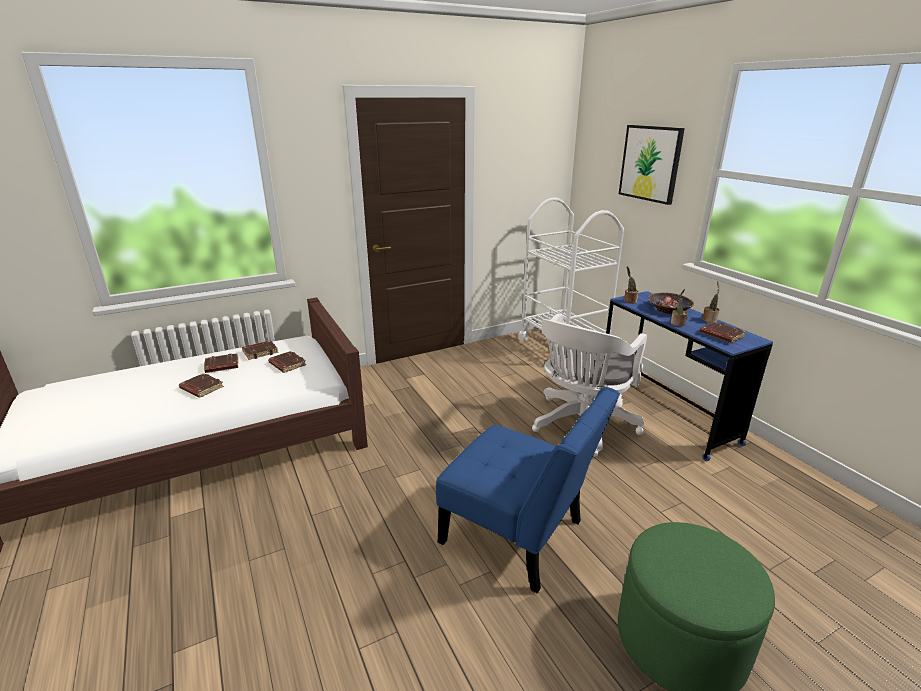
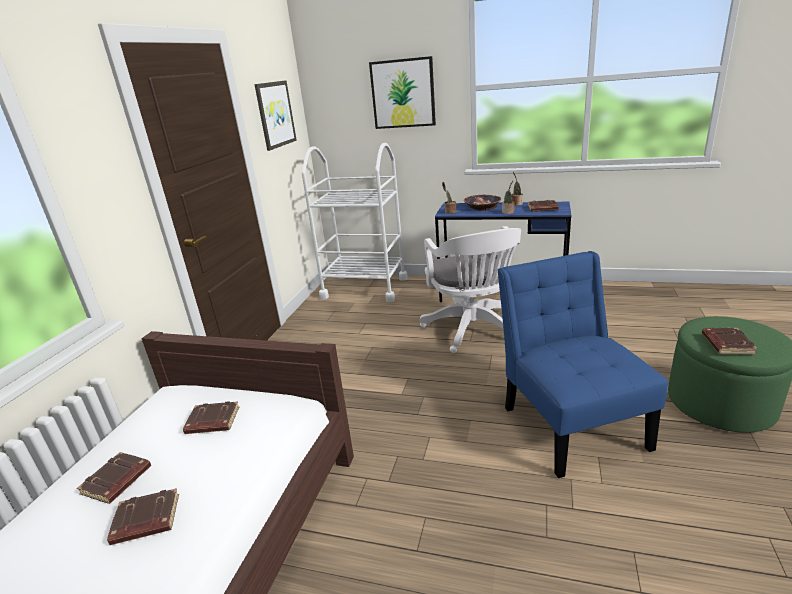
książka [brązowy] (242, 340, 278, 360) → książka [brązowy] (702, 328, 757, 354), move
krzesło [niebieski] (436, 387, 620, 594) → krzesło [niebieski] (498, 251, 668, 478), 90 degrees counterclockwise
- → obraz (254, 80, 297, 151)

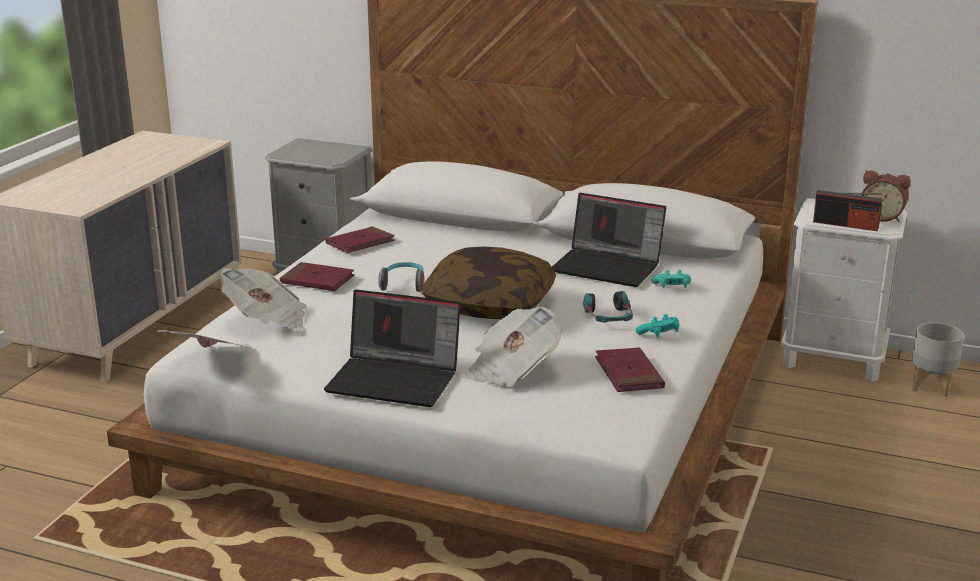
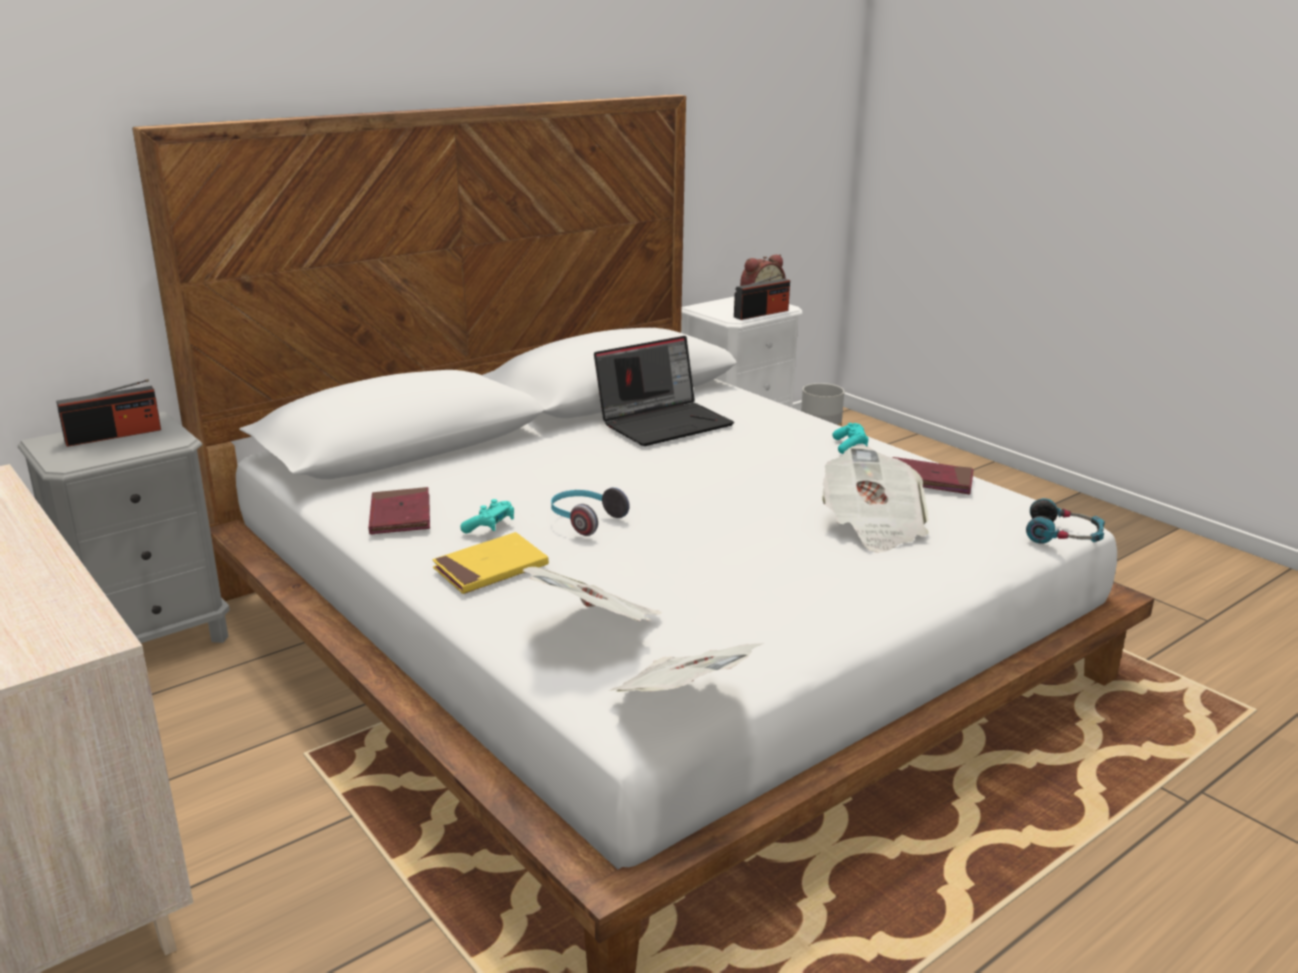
książka [czerwony] (280, 262, 355, 291) → książka [żółty] (432, 532, 549, 594)
laptop (324, 289, 461, 407) → -
poduszka (422, 246, 556, 319) → -
słuchawki (583, 291, 633, 323) → słuchawki (1026, 498, 1105, 544), move
pad do gier [turkusowy] (651, 270, 691, 288) → pad do gier [turkusowy] (460, 499, 514, 533), move
- → radio (56, 379, 161, 447)

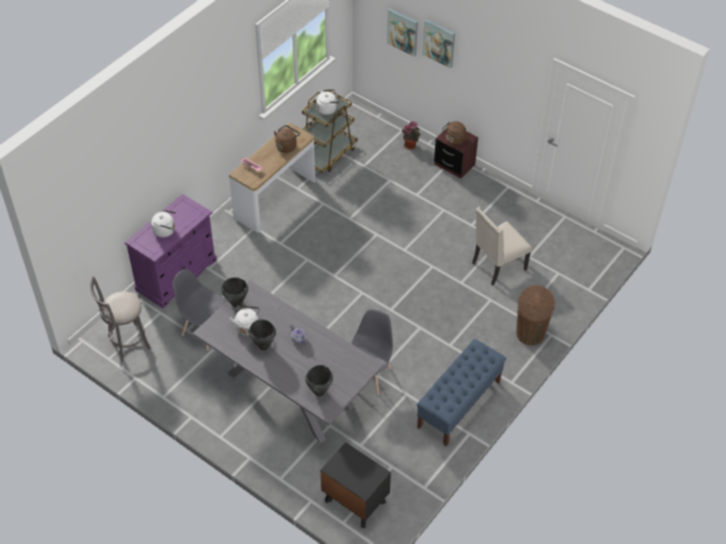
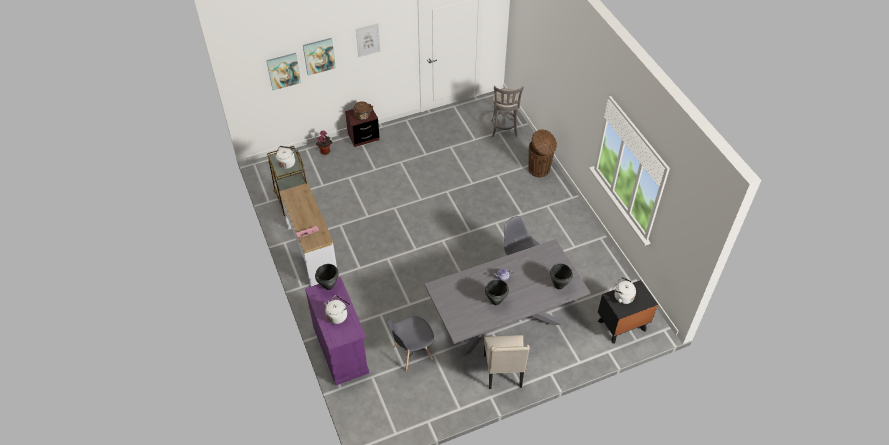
stołek [szary] (90, 276, 151, 361) → stołek [szary] (491, 86, 524, 137), move
garnek [czarny] (221, 277, 248, 307) → garnek [czarny] (315, 264, 339, 290), move
czajnik [biały] (229, 305, 259, 335) → czajnik [biały] (613, 277, 636, 304), move
czajnik [brązowy] (274, 125, 300, 153) → -
ławka [niebieski] (417, 339, 506, 446) → -
krzesło [beżowy] (472, 207, 532, 286) → krzesło [beżowy] (484, 335, 530, 389), move
- → obraz (356, 24, 381, 57)

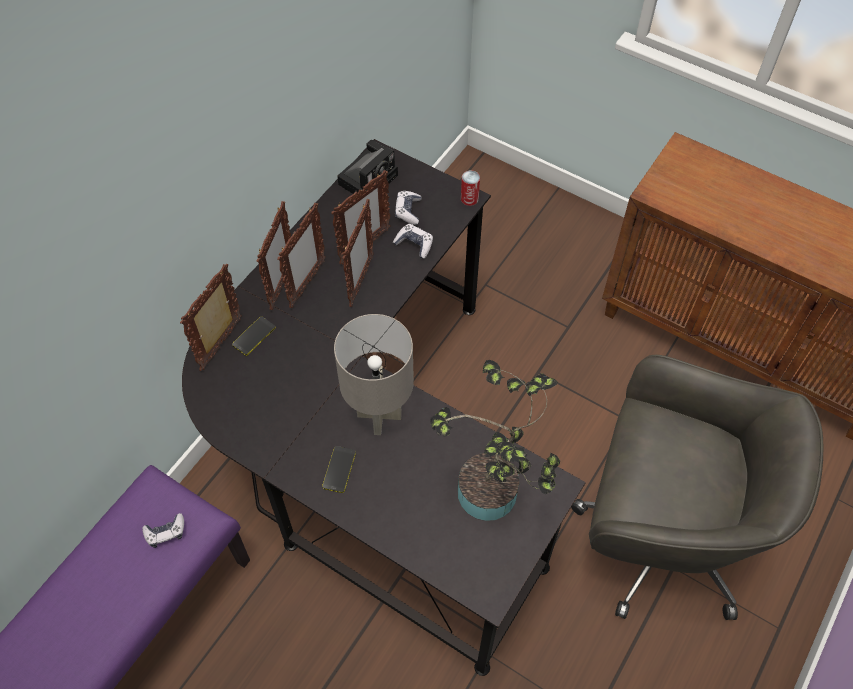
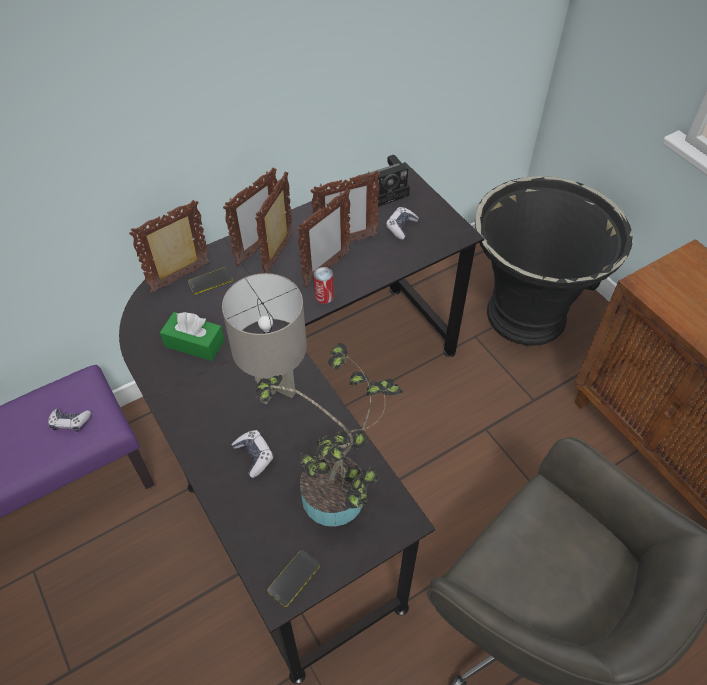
ramka na zdjęcie (277, 203, 326, 308) → ramka na zdjęcie (255, 172, 293, 273), 150 degrees clockwise
telefon (322, 446, 356, 493) → telefon (267, 550, 320, 607), move
pad do gier (393, 224, 433, 258) → pad do gier (231, 430, 274, 478), move
puszka (461, 170, 480, 206) → puszka (313, 267, 334, 304), move
- → pudełko chusteczek [zielony] (160, 312, 224, 361)
- → donica [czarny] (475, 176, 633, 346)

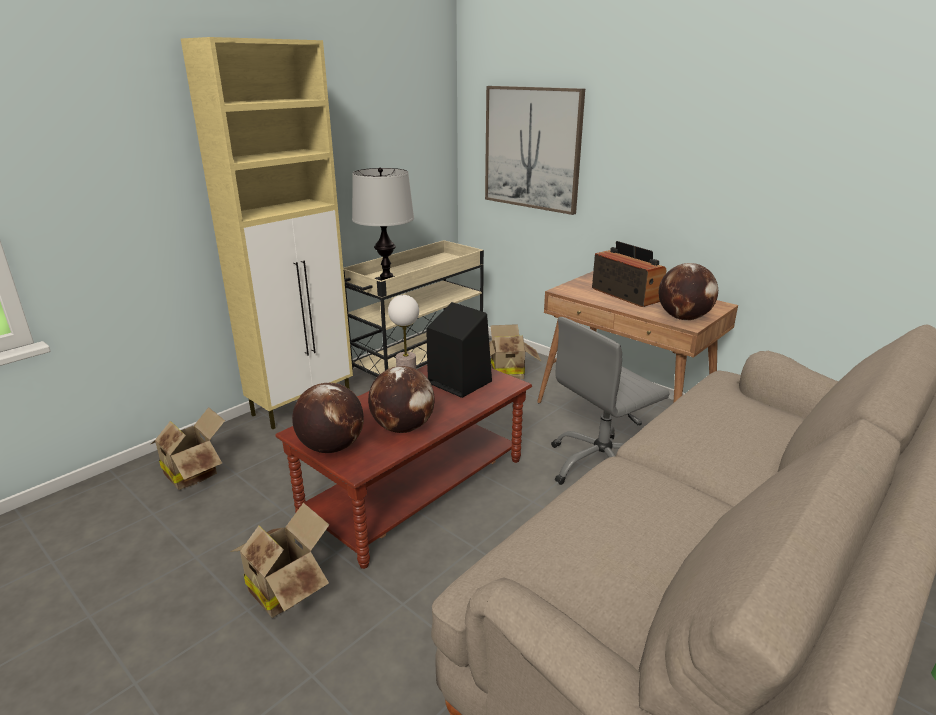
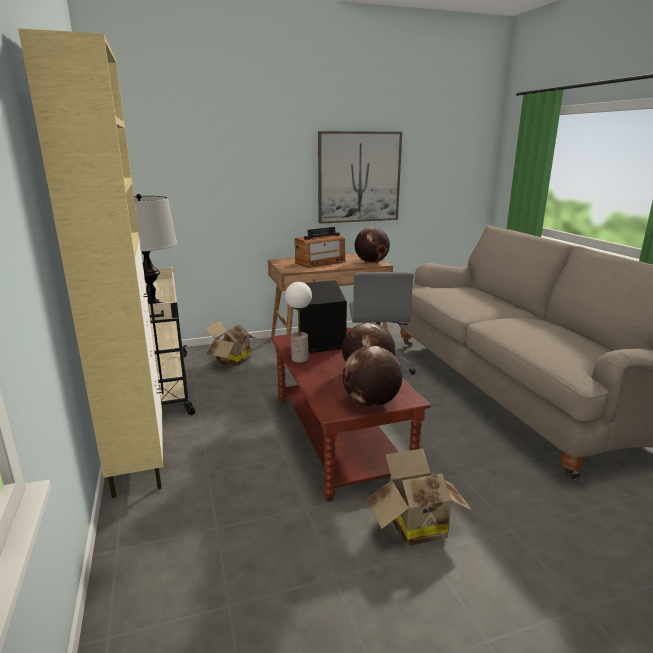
karton (151, 407, 225, 490) → -
obraz (485, 86, 585, 215) → obraz (318, 131, 402, 224), move
radio (592, 241, 666, 307) → radio (295, 227, 345, 268), 150 degrees clockwise

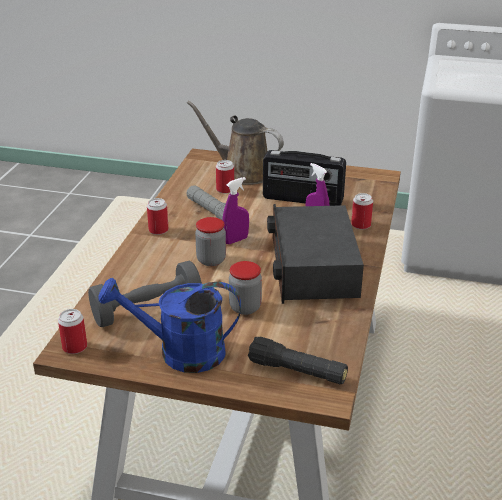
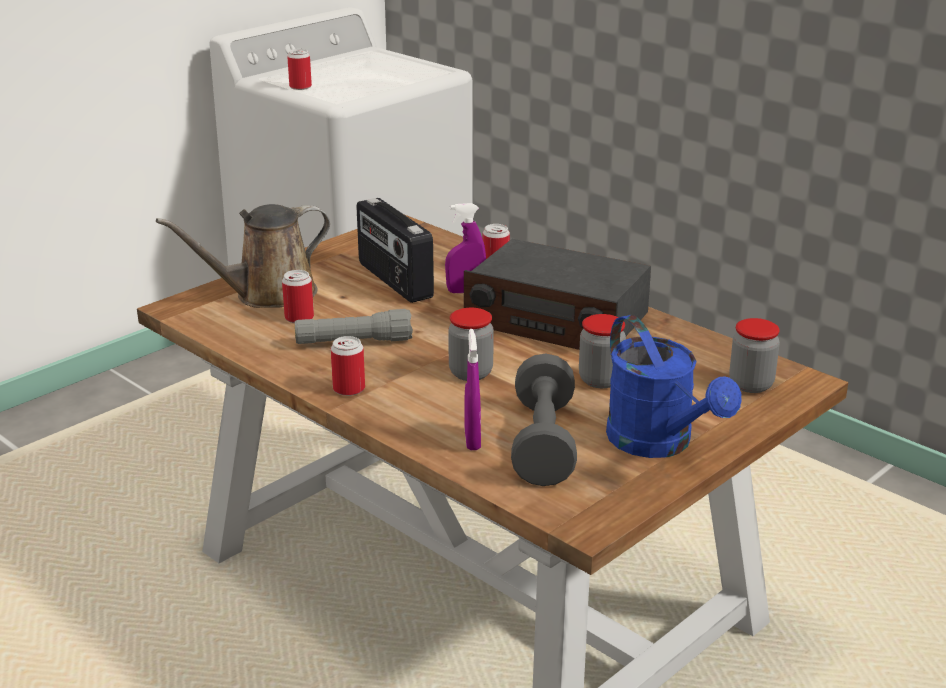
puszka (58, 309, 87, 354) → puszka (287, 49, 312, 90), move
konewka [niebieski] (98, 278, 241, 373) → konewka [niebieski] (606, 315, 741, 458), 60 degrees counterclockwise
spryskiwacz [fioletowy] (222, 177, 249, 244) → spryskiwacz [fioletowy] (464, 329, 481, 450), move
latarka [czarny] (248, 337, 348, 384) → słoik (729, 318, 780, 393)
radio (263, 150, 346, 206) → radio (356, 198, 434, 303), 105 degrees clockwise

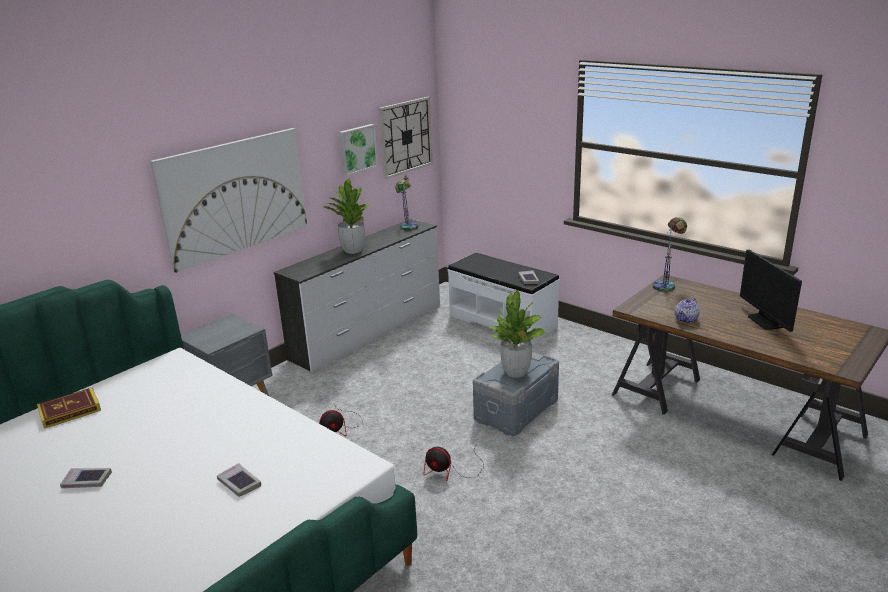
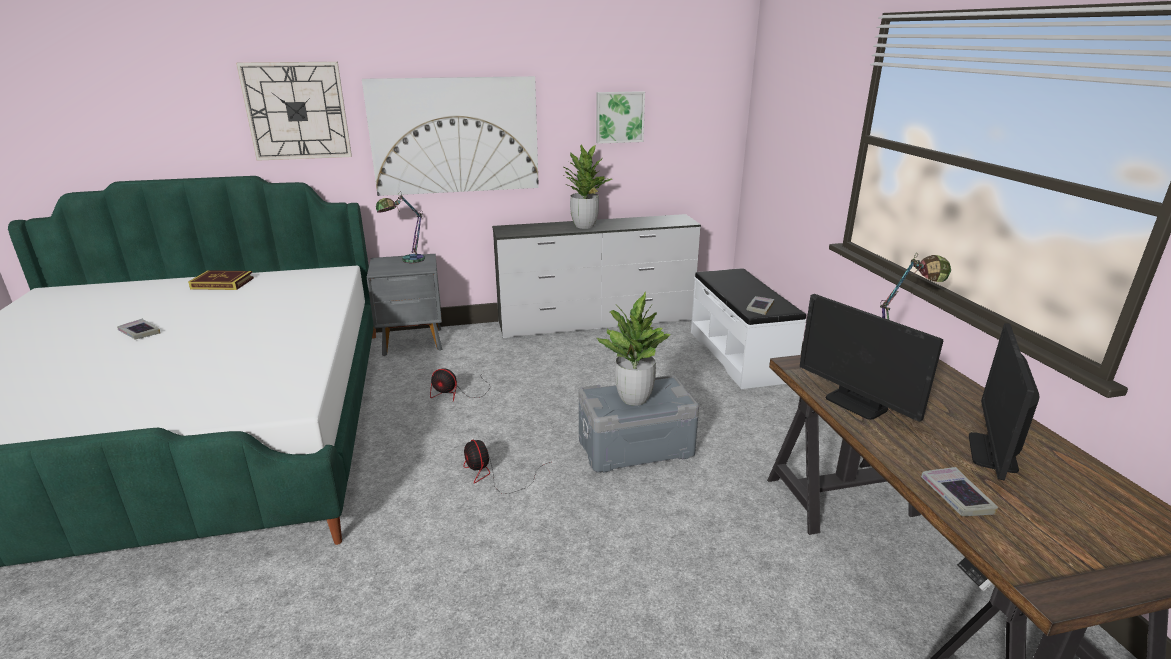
książka (217, 463, 261, 497) → książka (921, 467, 999, 516), move
zegar ścienny (379, 97, 433, 179) → zegar ścienny (236, 62, 352, 161), move
lampa stołowa (395, 173, 418, 231) → lampa stołowa (376, 192, 425, 263), move
imbryk (675, 297, 700, 323) → monitor (800, 294, 943, 422)

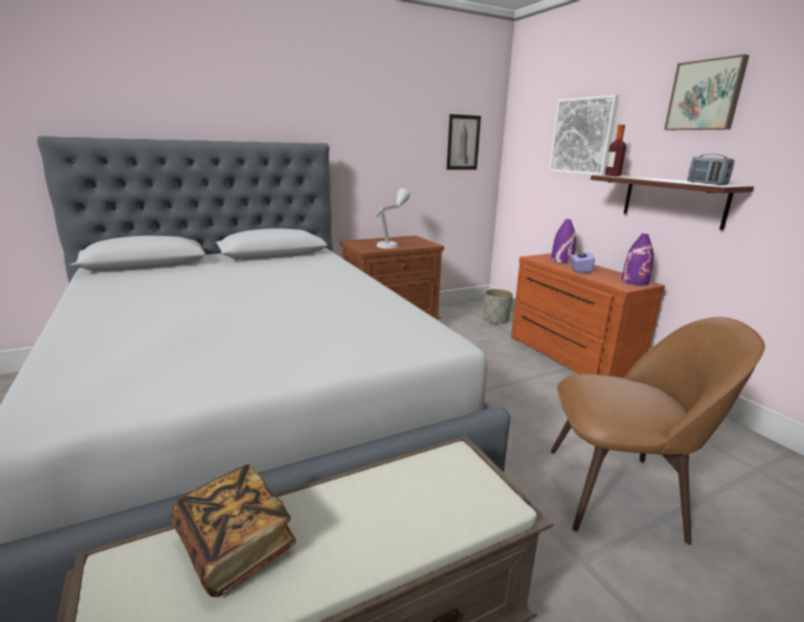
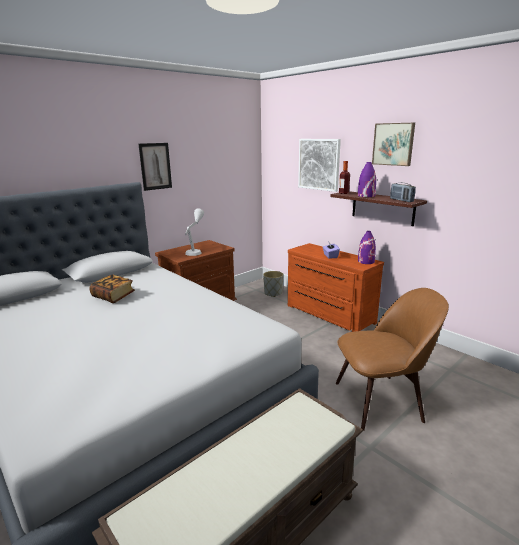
książka (171, 464, 296, 597) → książka (89, 274, 135, 303), move
obraz (447, 114, 481, 170) → obraz (139, 143, 172, 191), move
wazon [fioletowy] (551, 219, 576, 264) → wazon [fioletowy] (358, 162, 376, 197), move

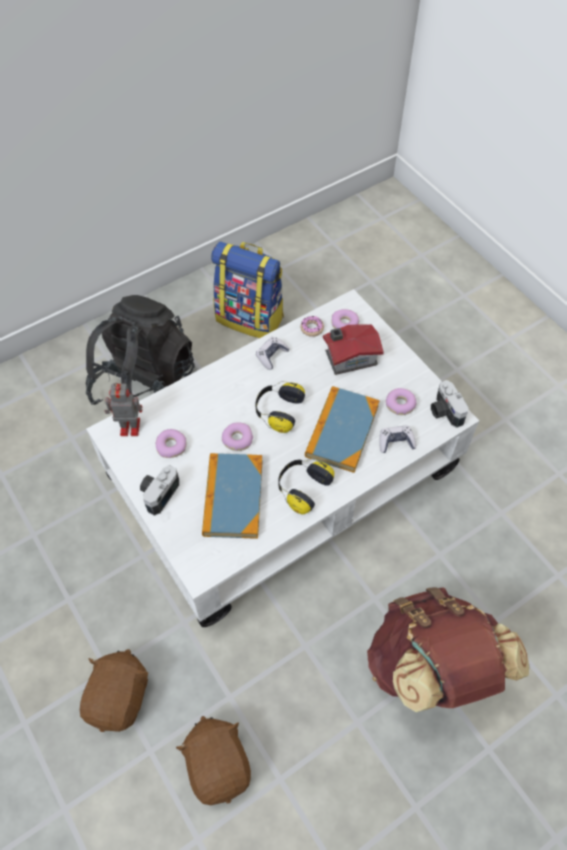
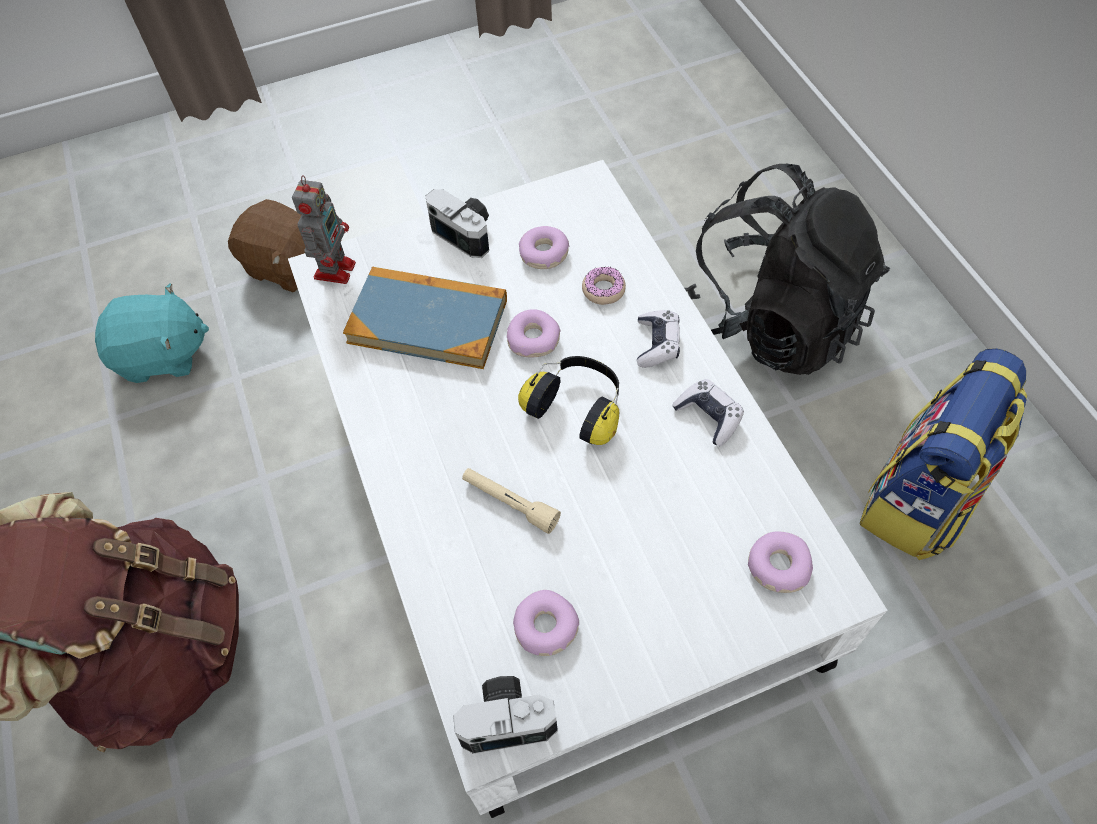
robot zabawkowy (105, 383, 142, 436) → robot zabawkowy (292, 176, 356, 284), move
pluszak [brązowy] (176, 716, 251, 805) → pluszak [turkusowy] (95, 283, 209, 383)
słuchawki (278, 459, 334, 514) → -
donut (300, 316, 324, 337) → donut (582, 267, 626, 305), move
książka (305, 386, 380, 473) → latarka [beżowy] (462, 468, 561, 534)
domek (323, 324, 384, 375) → -
pad do gier (379, 426, 416, 453) → pad do gier (637, 310, 680, 367), move

